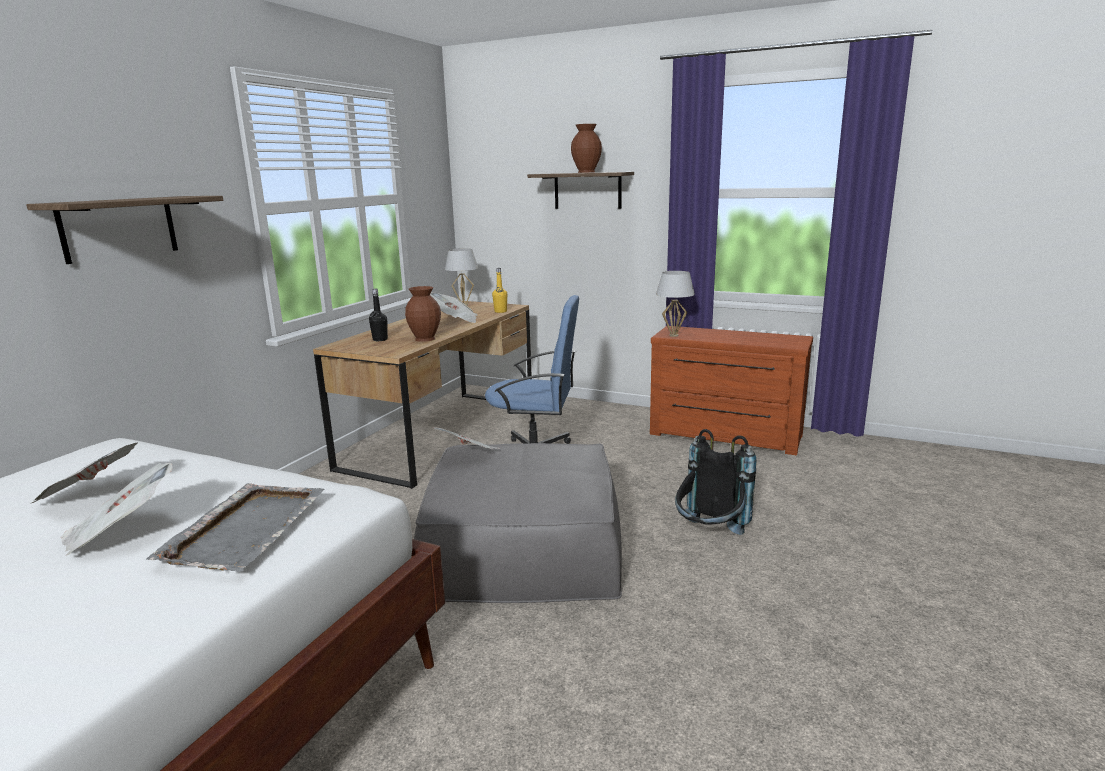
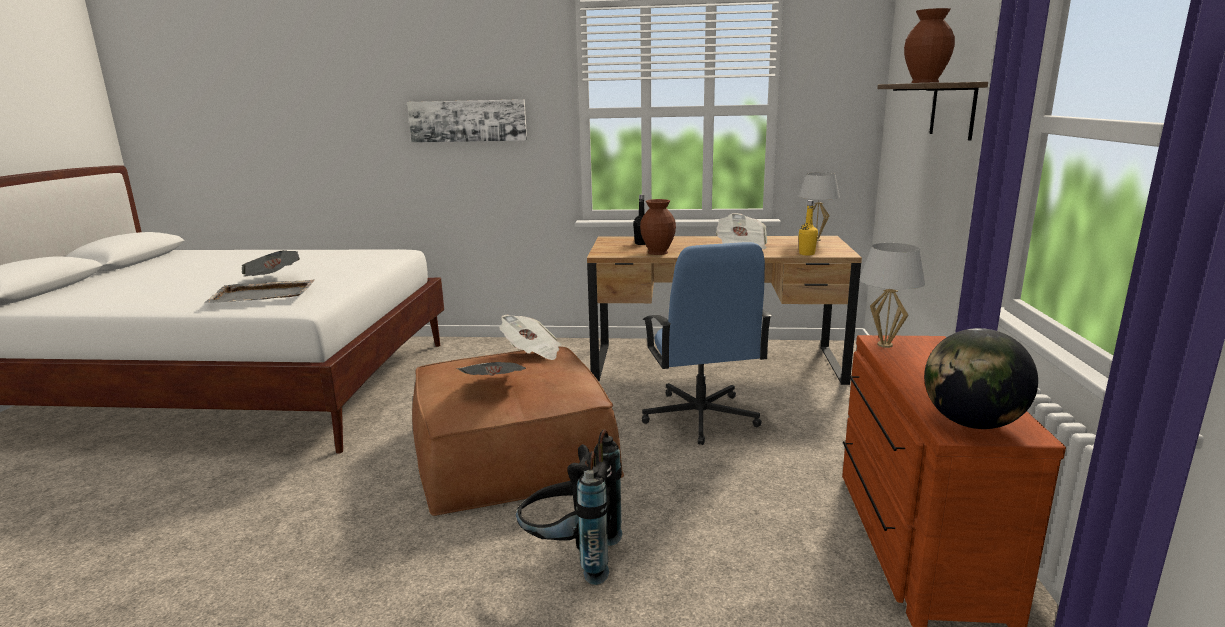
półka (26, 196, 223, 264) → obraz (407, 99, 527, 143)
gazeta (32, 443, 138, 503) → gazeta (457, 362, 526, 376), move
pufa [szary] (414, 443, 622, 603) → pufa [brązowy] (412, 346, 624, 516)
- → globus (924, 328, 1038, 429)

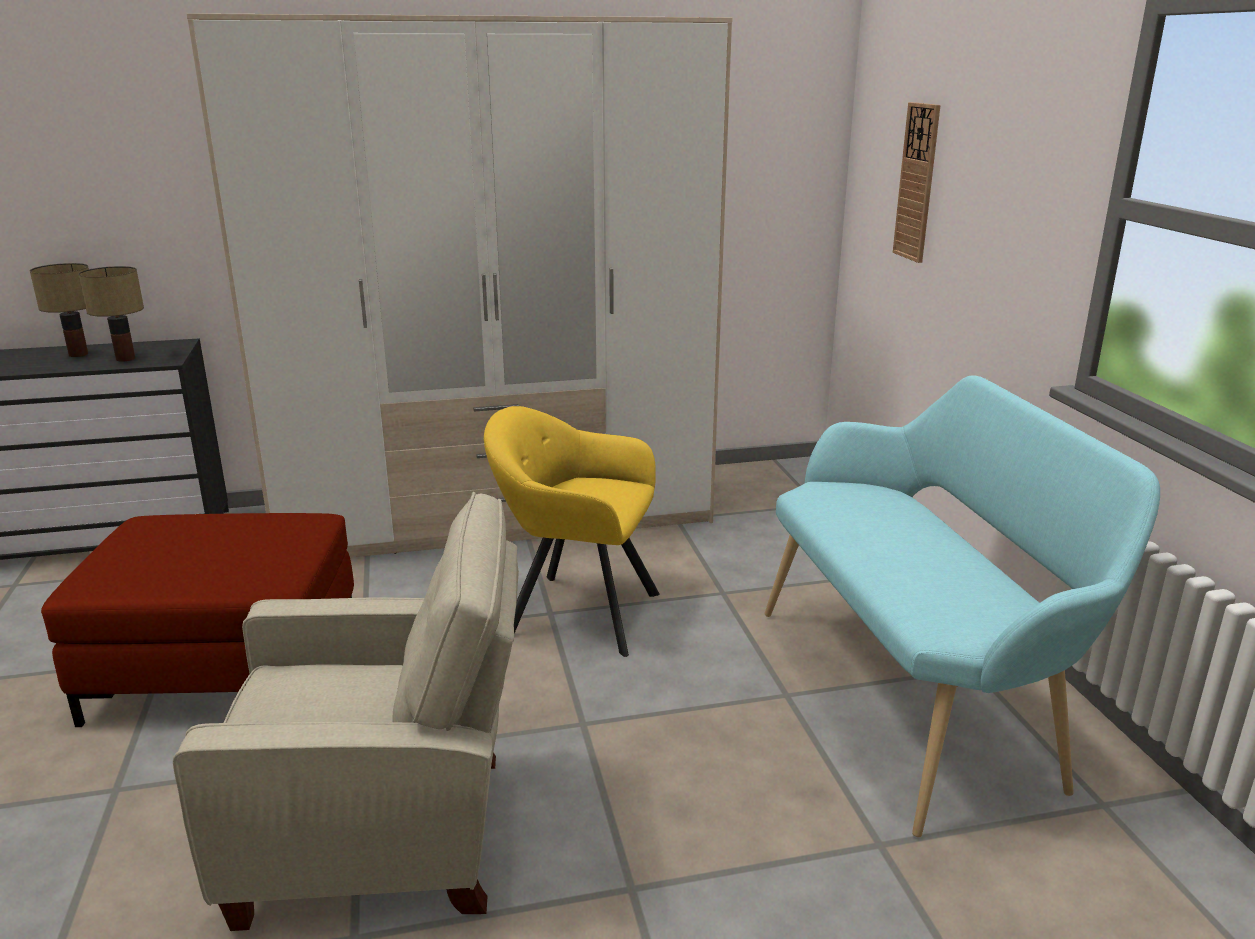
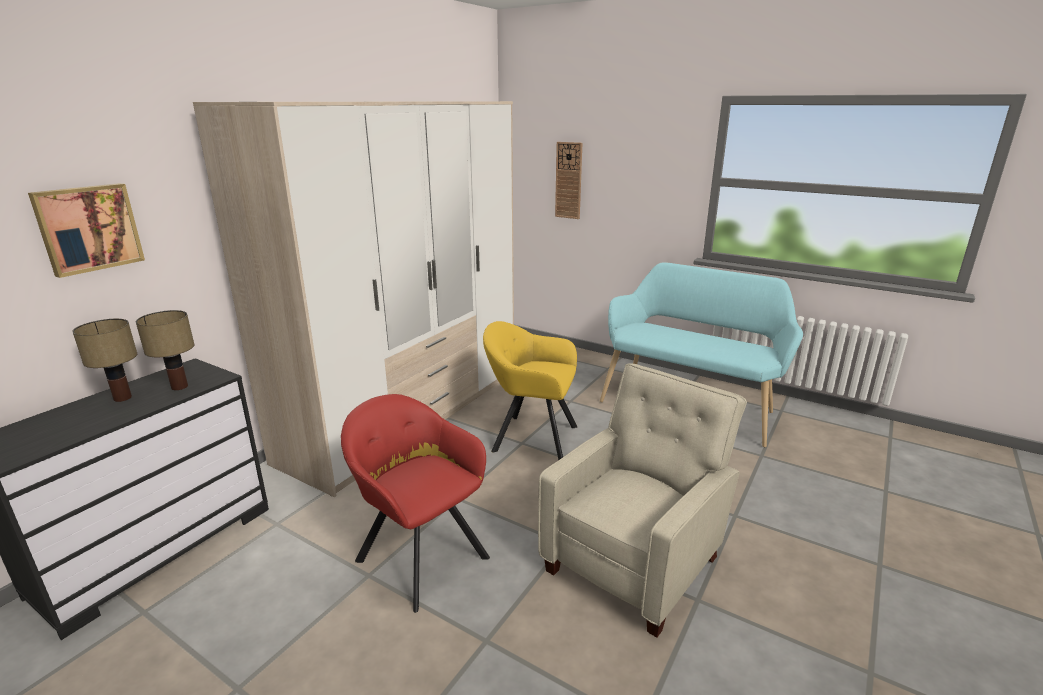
pufa [czerwony] (41, 513, 354, 727) → fotel [czerwony] (341, 394, 490, 613)
fotel [żółty] (484, 406, 660, 657) → fotel [żółty] (483, 321, 578, 460), 45 degrees clockwise
- → obraz (28, 183, 145, 278)

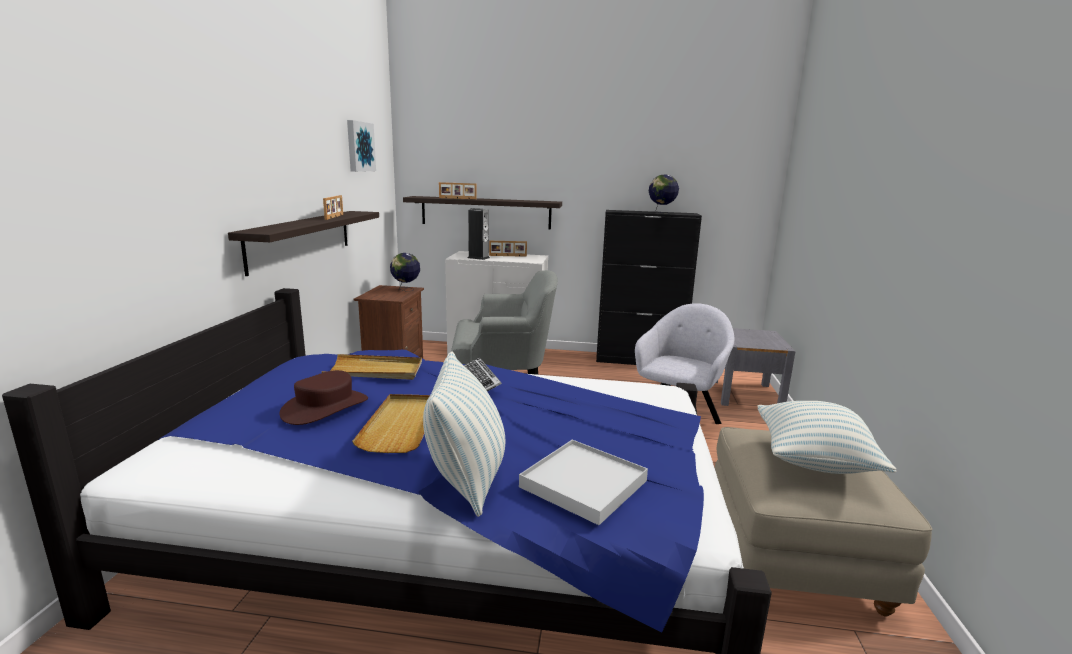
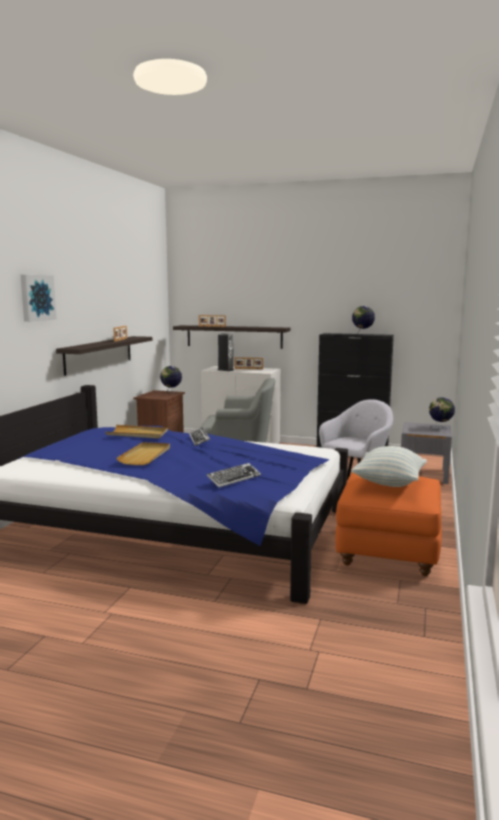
kapelusz [brązowy] (279, 370, 368, 425) → -
obraz (347, 120, 376, 172) → obraz (21, 275, 57, 322), move
poduszka (423, 351, 505, 517) → -
taca [biały] (519, 440, 648, 525) → klawiatura (206, 463, 261, 487)
pufa [beżowy] (715, 427, 932, 617) → pufa [pomarańczowy] (335, 472, 442, 576)
- → globus (429, 397, 455, 429)

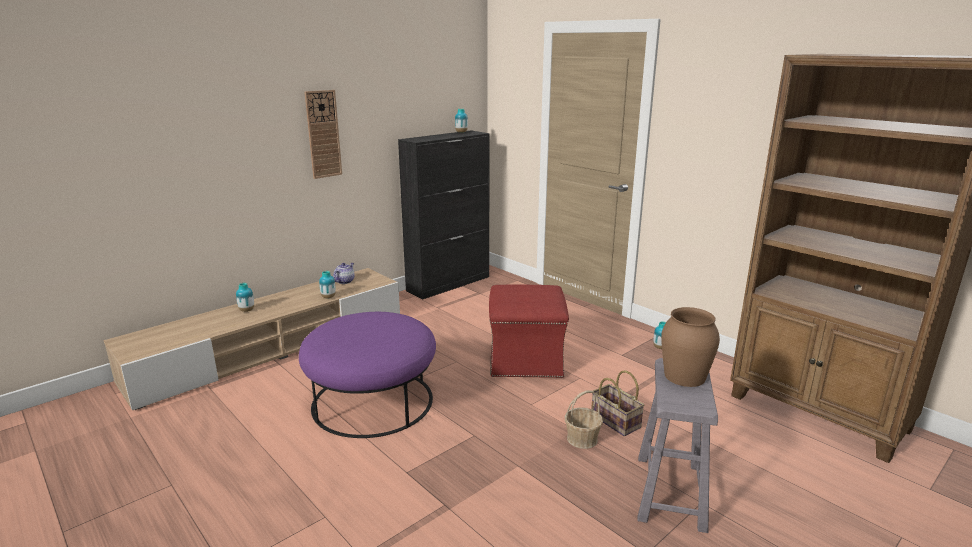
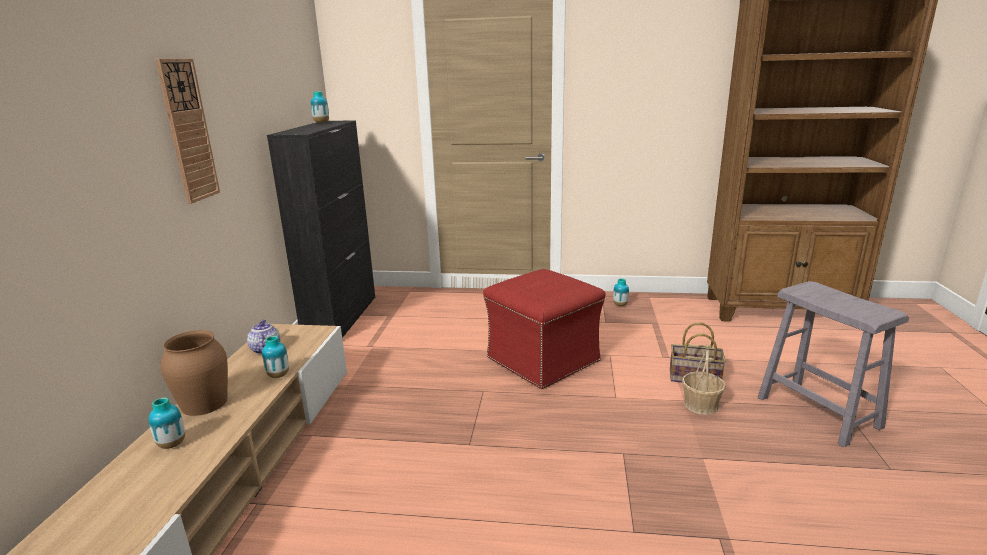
pufa [fioletowy] (299, 312, 436, 438) → -
wazon [brązowy] (661, 307, 720, 387) → wazon [brązowy] (161, 330, 228, 416), move

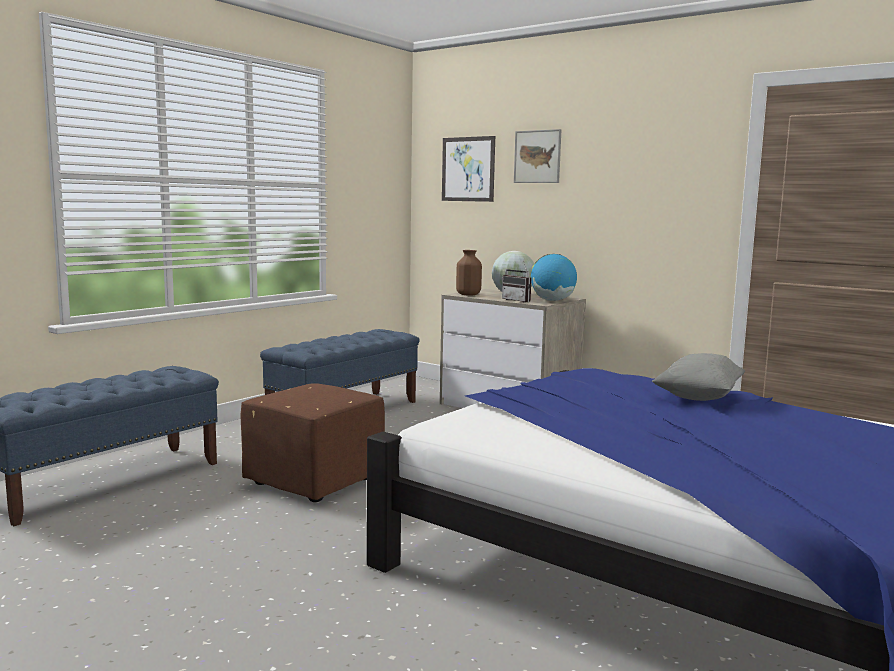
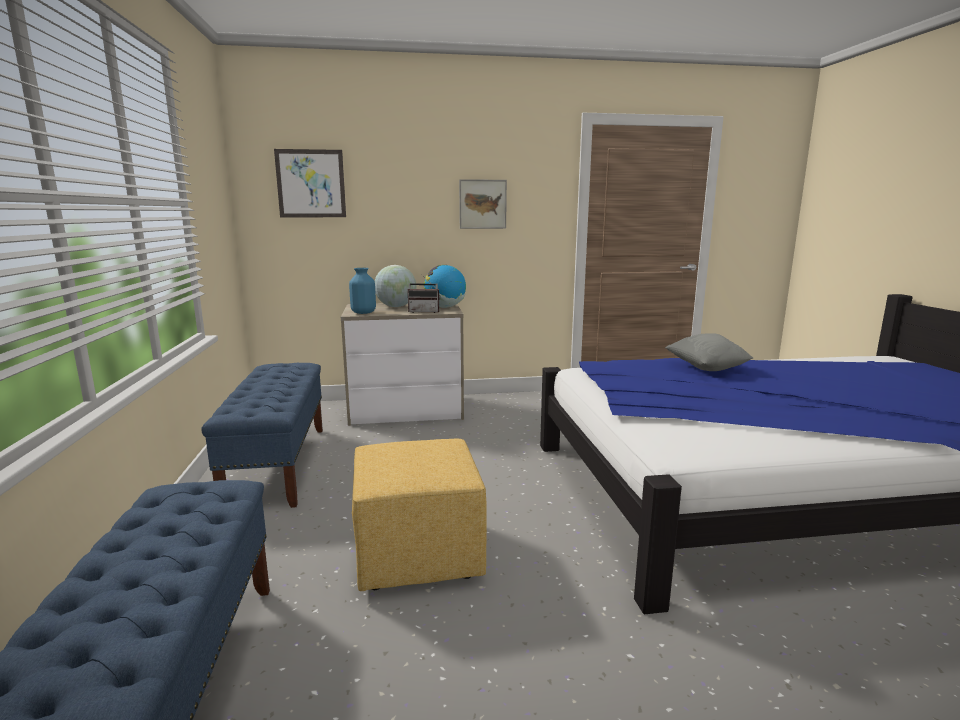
pufa [brązowy] (240, 383, 385, 502) → pufa [żółty] (352, 439, 487, 591)
wazon [brązowy] (456, 250, 482, 296) → wazon [niebieski] (349, 268, 376, 314)
obraz (514, 129, 562, 183) → obraz (459, 179, 507, 229), move

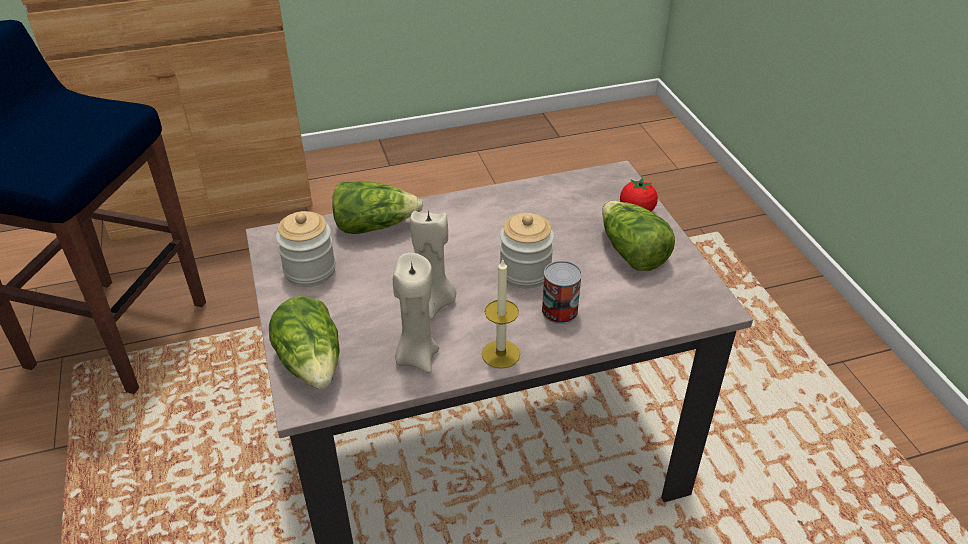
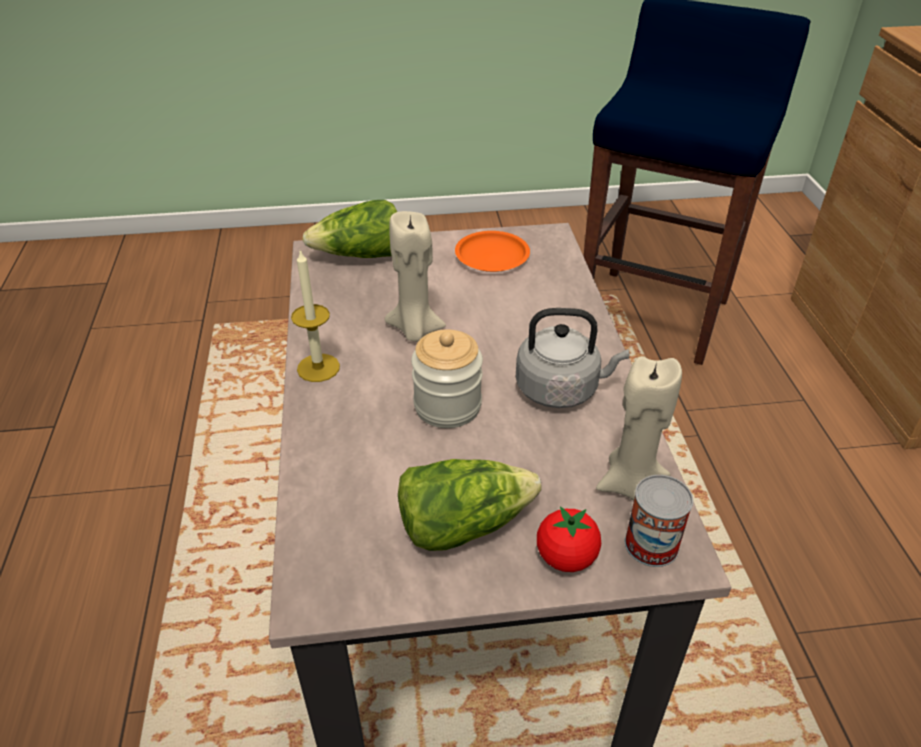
słoik (276, 211, 336, 287) → talerz [pomarańczowy] (455, 231, 530, 272)
sałata (332, 181, 423, 234) → -
świeca [beżowy] (393, 253, 439, 373) → świeca [beżowy] (596, 356, 682, 501), move
puszka (542, 261, 582, 324) → puszka (625, 475, 693, 567), move
- → czajnik [szary] (516, 308, 629, 408)

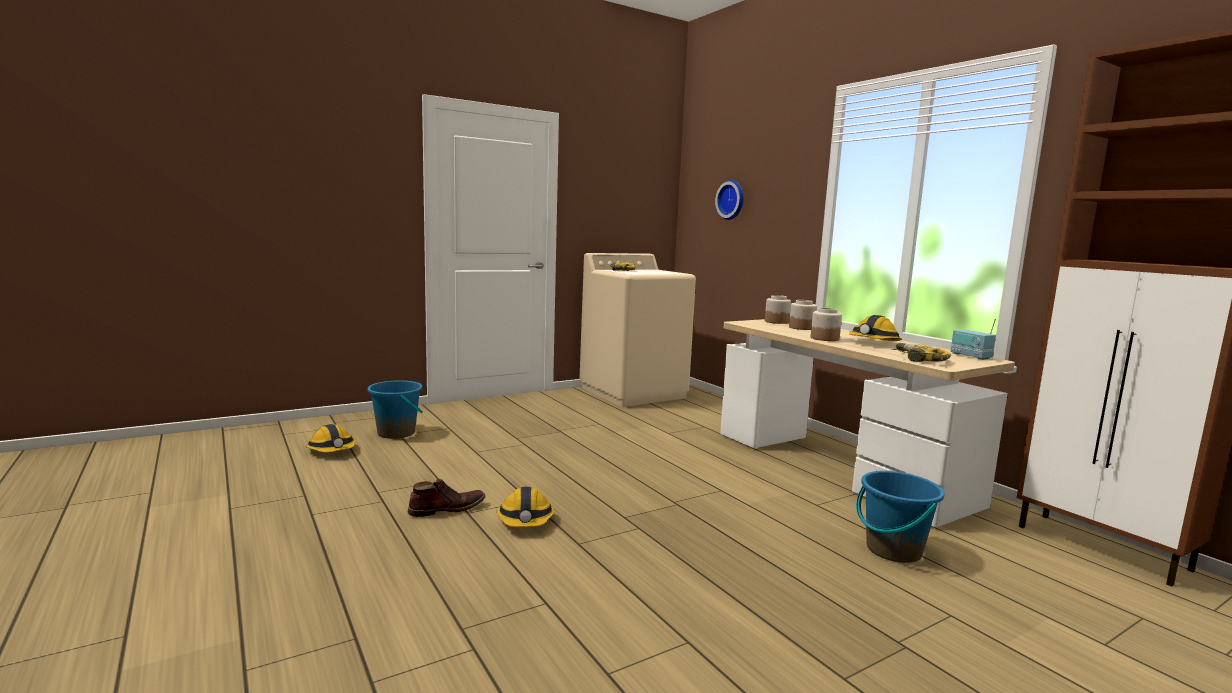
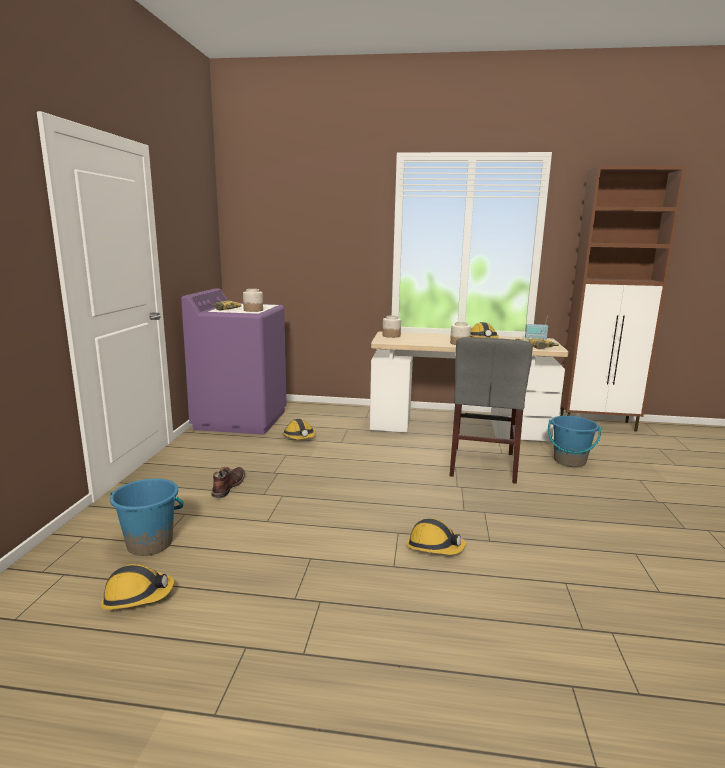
but z cholewką [brązowy] (408, 479, 486, 517) → but z cholewką [brązowy] (211, 467, 245, 498), move
pralka [beżowy] (579, 253, 696, 407) → pralka [fioletowy] (181, 288, 287, 435)
zegar ścienny (715, 180, 744, 220) → -
słoik (789, 300, 817, 330) → słoik (243, 289, 263, 312), move
- → kask (282, 419, 315, 439)
- → krzesło [szary] (450, 337, 533, 484)

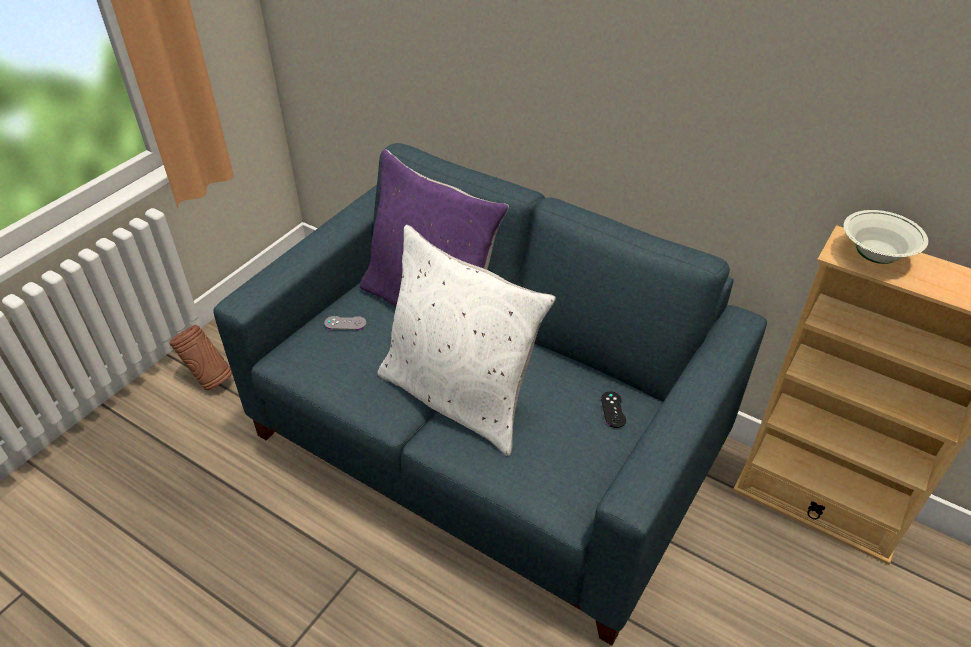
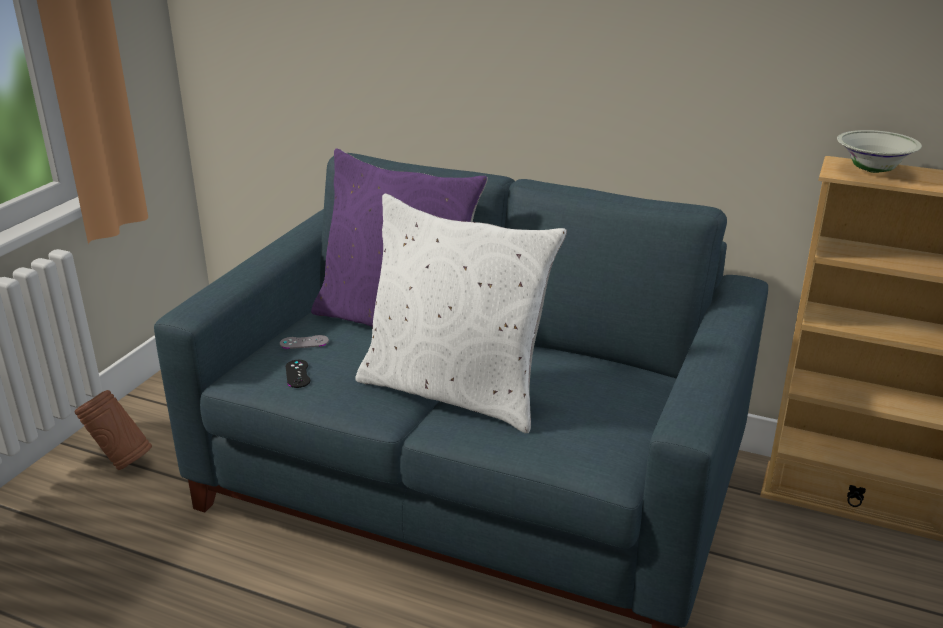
pad do gier [czarny] (601, 391, 626, 428) → pad do gier [czarny] (286, 360, 310, 388), move

